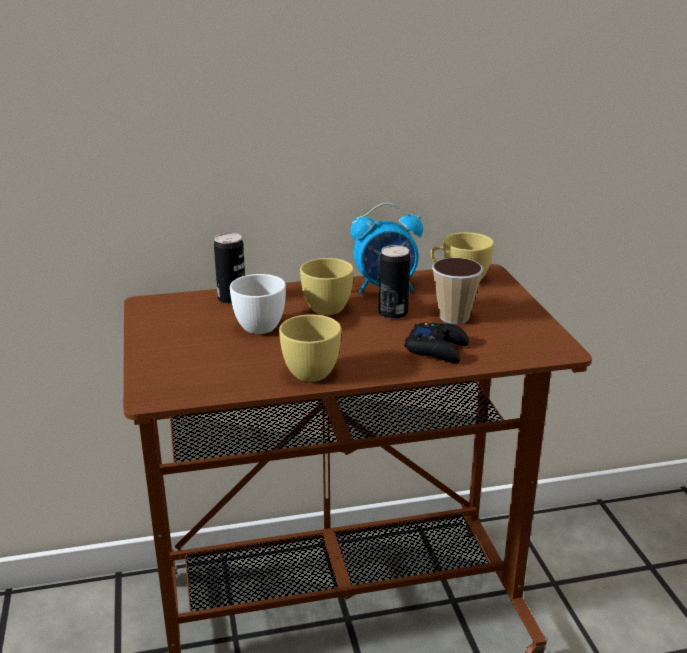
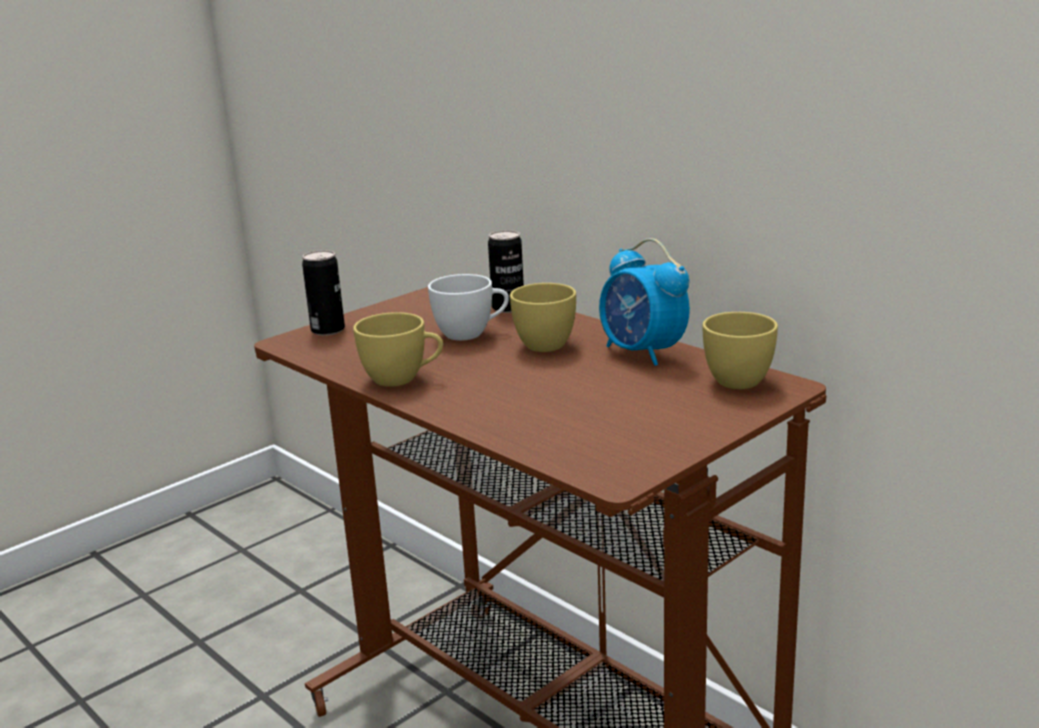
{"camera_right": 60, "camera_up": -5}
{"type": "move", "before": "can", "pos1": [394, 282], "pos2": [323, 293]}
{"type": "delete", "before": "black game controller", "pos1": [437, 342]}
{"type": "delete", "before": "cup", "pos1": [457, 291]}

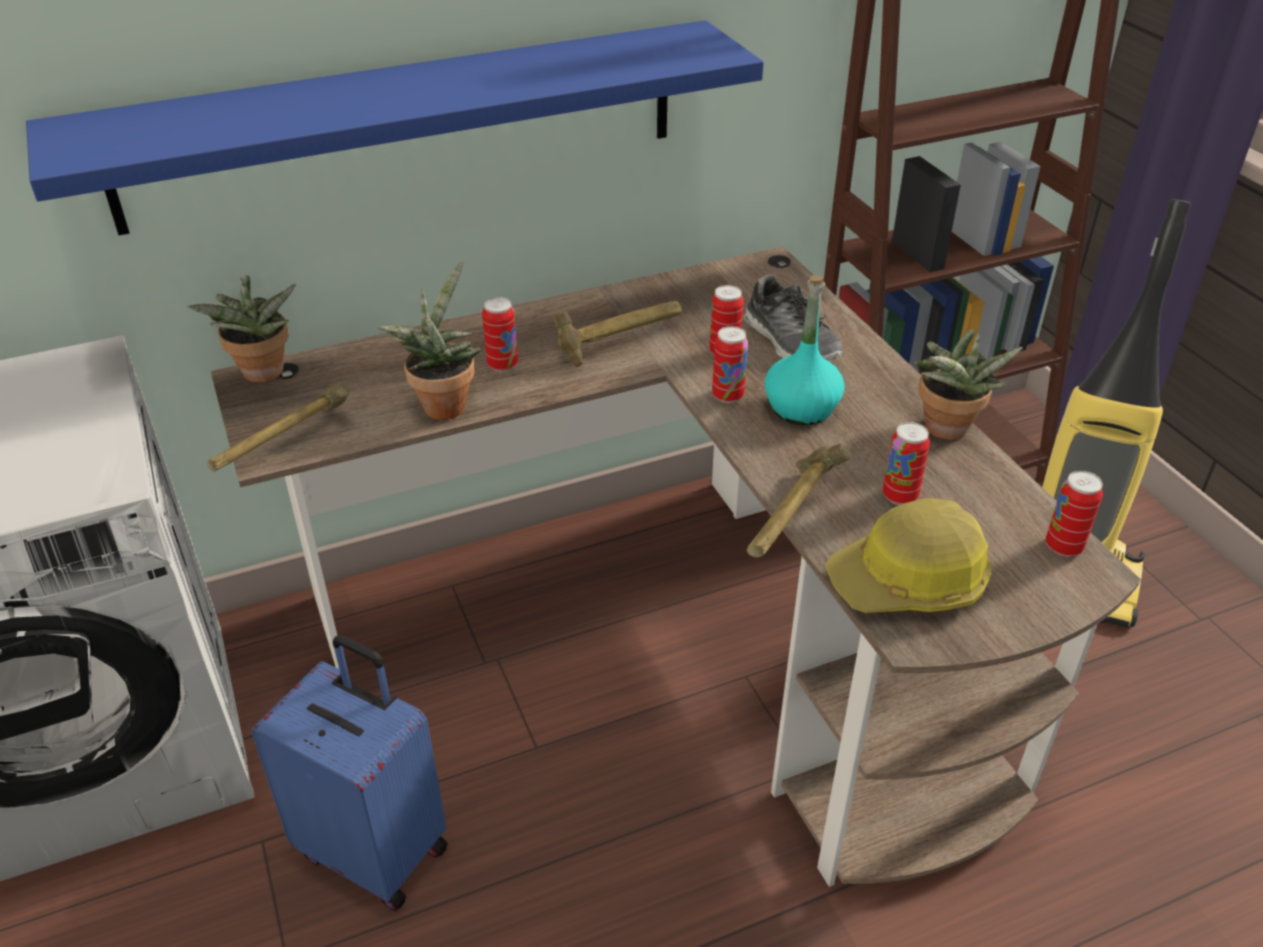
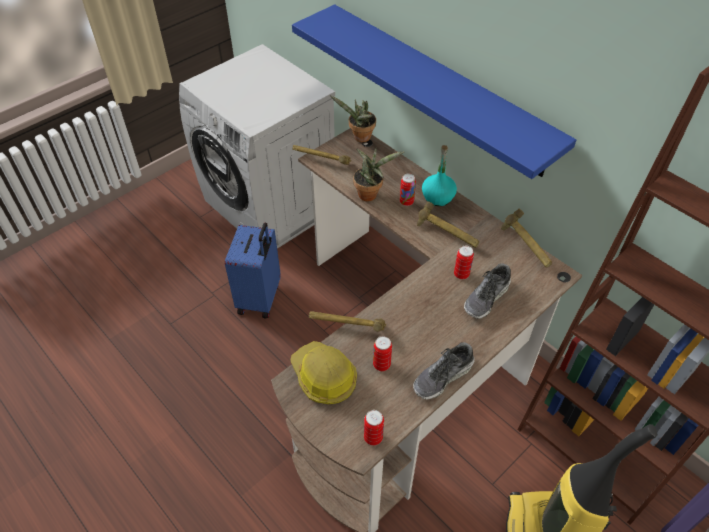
{"camera_right": 70, "camera_up": 10}
{"type": "delete", "before": "can", "pos1": [730, 364]}
{"type": "move", "before": "turquoise bottle", "pos1": [804, 350], "pos2": [439, 175]}
{"type": "replace", "before": "potted plant", "after": "shoe", "pos1": [969, 384], "pos2": [444, 370]}
{"type": "insert", "after": "hammer", "pos2": [526, 238]}

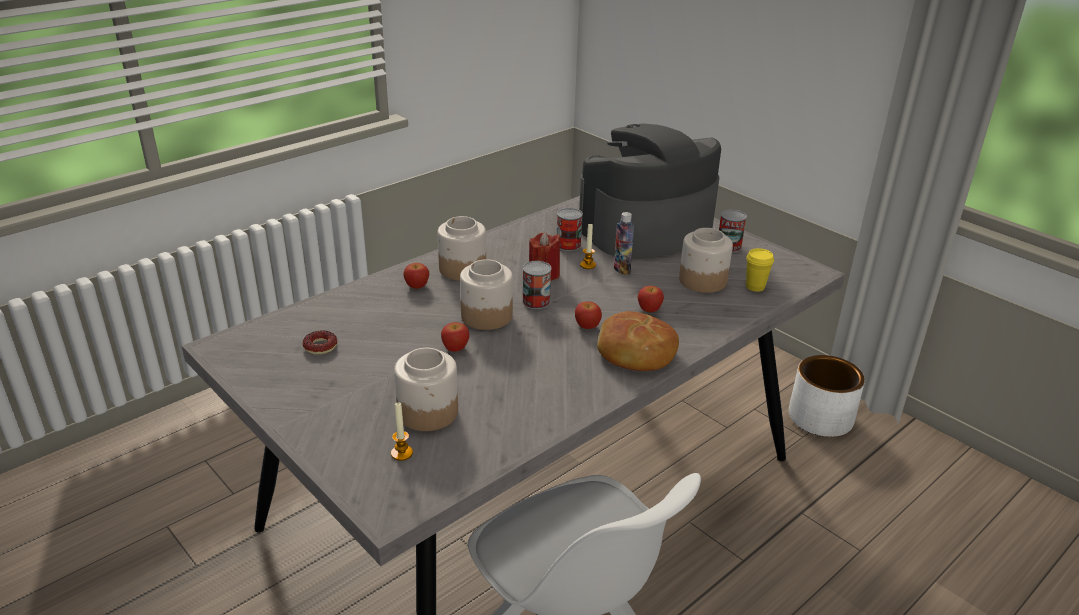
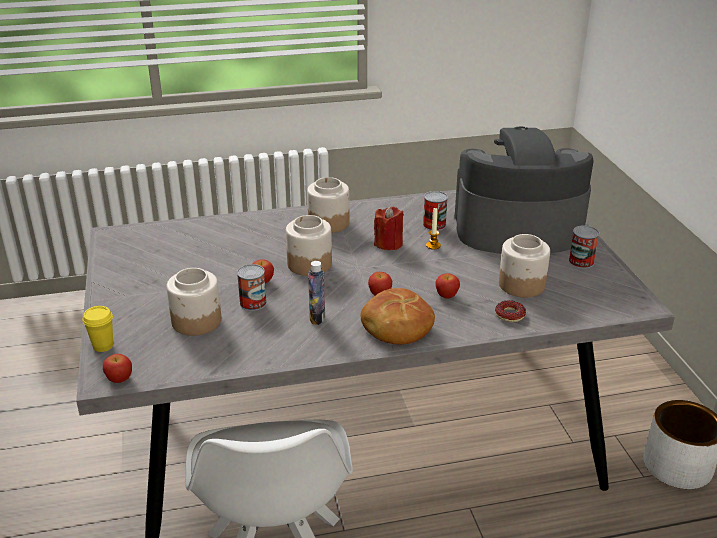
{"camera_right": 30, "camera_up": 0}
{"type": "move", "before": "donut", "pos1": [320, 342], "pos2": [510, 311]}
{"type": "delete", "before": "candle", "pos1": [402, 432]}
{"type": "move", "before": "apple", "pos1": [416, 276], "pos2": [117, 368]}
{"type": "move", "before": "can", "pos1": [536, 285], "pos2": [252, 287]}
{"type": "move", "before": "bottle", "pos1": [624, 243], "pos2": [316, 293]}
{"type": "move", "before": "yellow cup", "pos1": [760, 270], "pos2": [98, 329]}

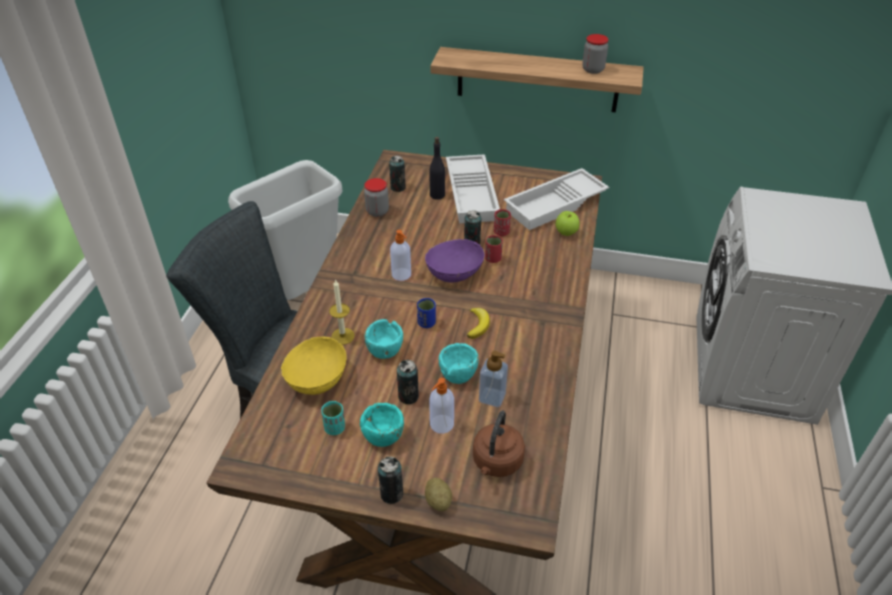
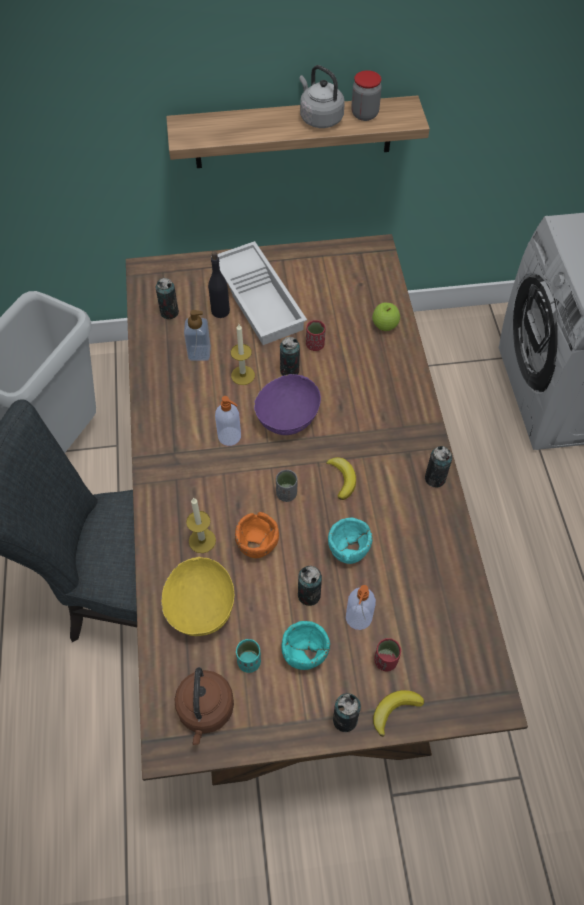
{"camera_right": -20, "camera_up": 15}
{"type": "delete", "before": "jar", "pos1": [376, 197]}
{"type": "recolor", "before": "turquoise bowl", "after": "orange bowl", "pos1": [384, 339], "pos2": [257, 535]}
{"type": "recolor", "before": "blue cup", "after": "grey cup", "pos1": [426, 313], "pos2": [286, 486]}
{"type": "replace", "before": "potato", "after": "banana", "pos1": [438, 494], "pos2": [398, 713]}
{"type": "move", "before": "brown kettle", "pos1": [499, 443], "pos2": [204, 706]}
{"type": "move", "before": "soap dispenser", "pos1": [493, 379], "pos2": [197, 335]}
{"type": "move", "before": "red cup", "pos1": [494, 249], "pos2": [387, 654]}
{"type": "delete", "before": "white tray", "pos1": [556, 199]}
{"type": "insert", "after": "candle", "pos2": [243, 354]}
{"type": "insert", "after": "grey kettle", "pos2": [322, 96]}
{"type": "insert", "after": "can", "pos2": [439, 466]}

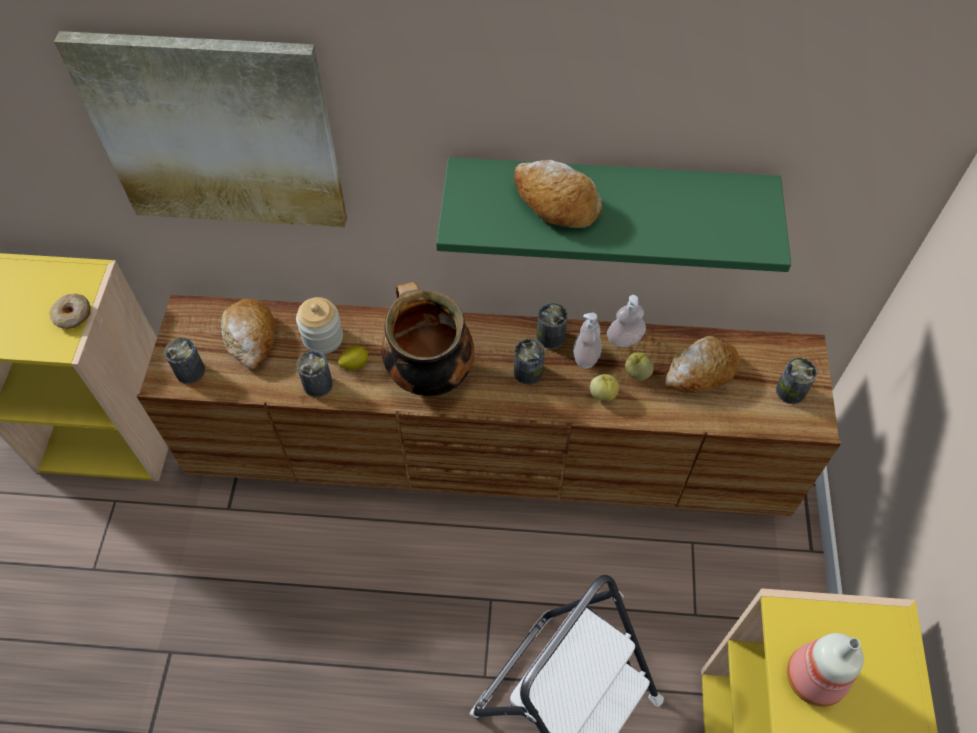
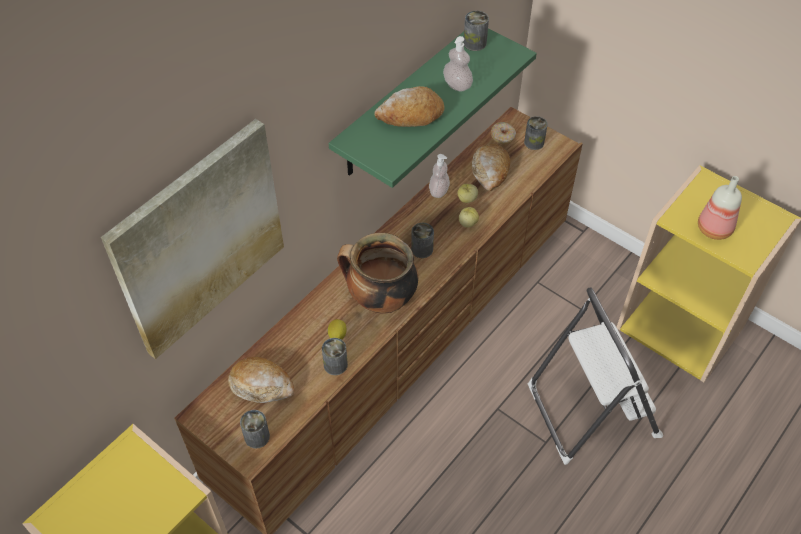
{"camera_right": -55, "camera_up": -5}
{"type": "move", "before": "donut", "pos1": [70, 311], "pos2": [503, 133]}
{"type": "delete", "before": "jar", "pos1": [319, 325]}
{"type": "move", "before": "can", "pos1": [552, 326], "pos2": [476, 31]}
{"type": "move", "before": "soap dispenser", "pos1": [587, 340], "pos2": [458, 64]}

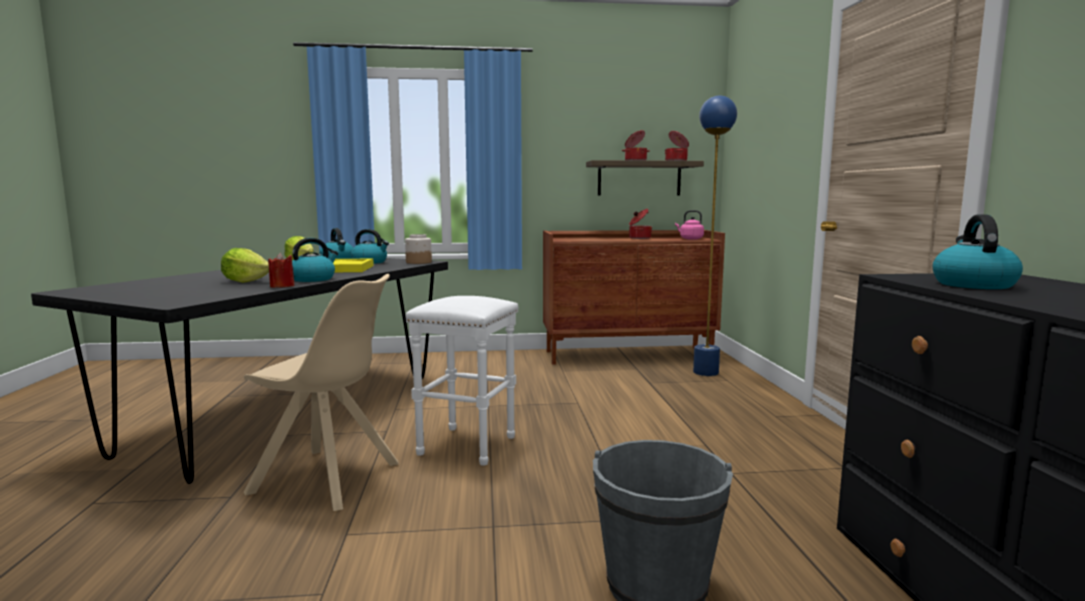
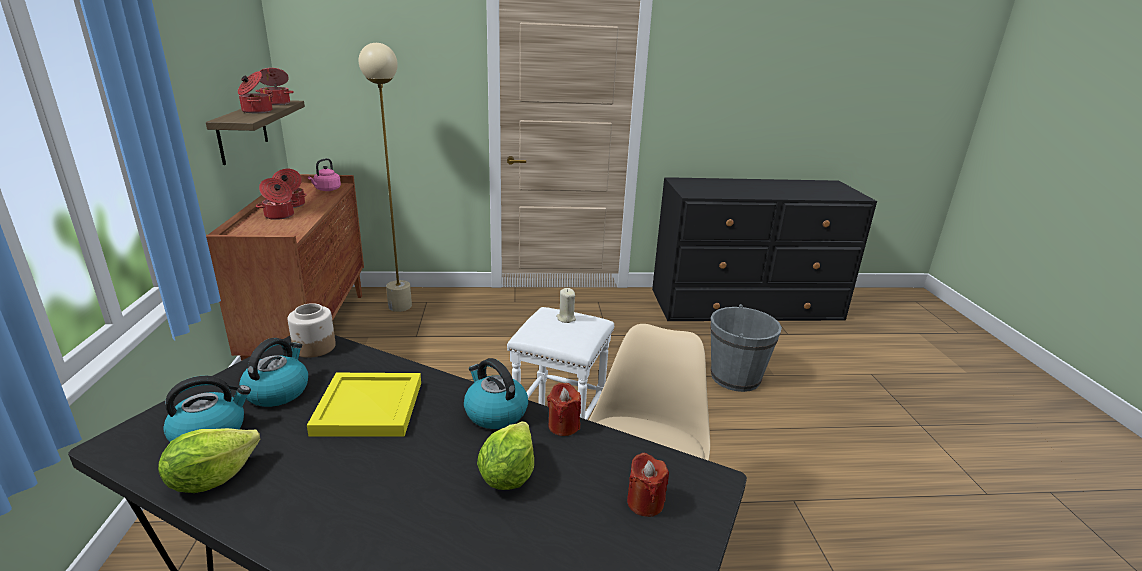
{"camera_right": -90, "camera_up": 15}
{"type": "recolor", "before": "blue floor lamp", "after": "beige floor lamp", "pos1": [715, 235], "pos2": [385, 177]}
{"type": "delete", "before": "kettle", "pos1": [978, 251]}
{"type": "insert", "after": "cooking pot", "pos2": [277, 199]}
{"type": "insert", "after": "beige candle", "pos2": [566, 305]}
{"type": "insert", "after": "red candle", "pos2": [648, 484]}

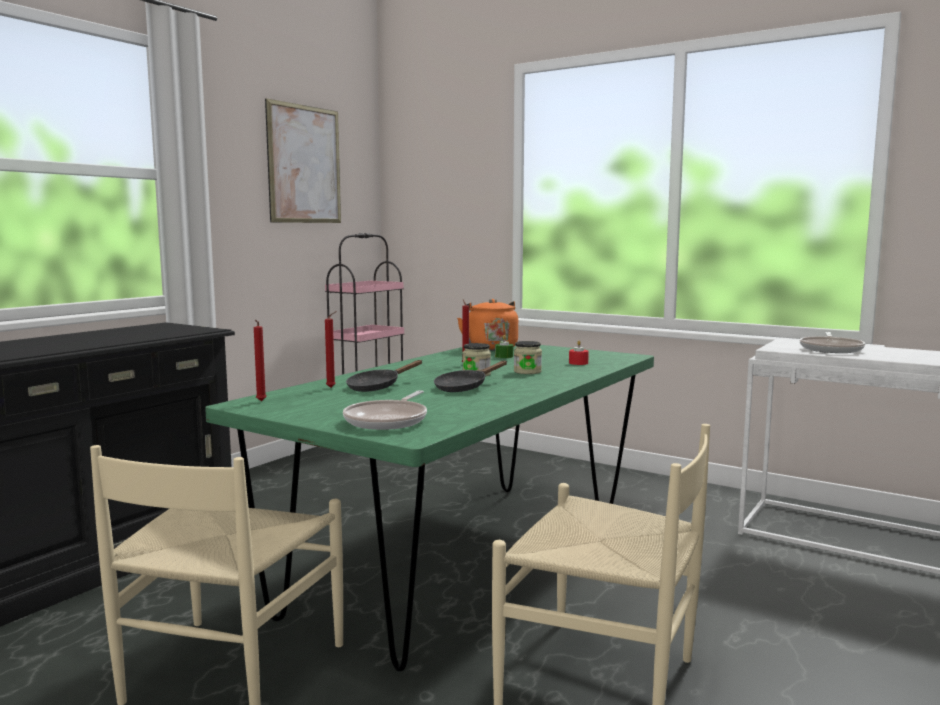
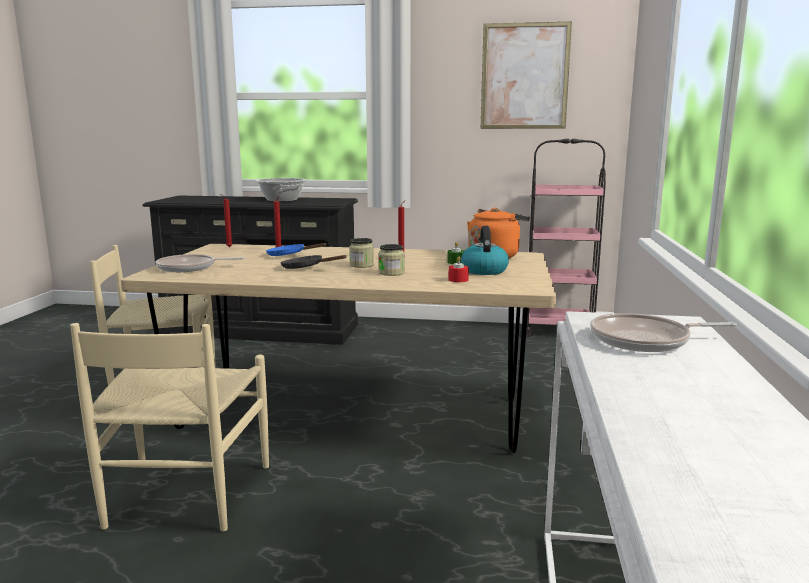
{"camera_right": 65, "camera_up": 5}
{"type": "recolor", "before": "green dining table", "after": "beige dining table", "pos1": [429, 508], "pos2": [338, 348]}
{"type": "recolor", "before": "black frying pan", "after": "blue frying pan", "pos1": [384, 376], "pos2": [296, 249]}
{"type": "insert", "after": "cooking pot", "pos2": [281, 190]}
{"type": "insert", "after": "kettle", "pos2": [485, 250]}

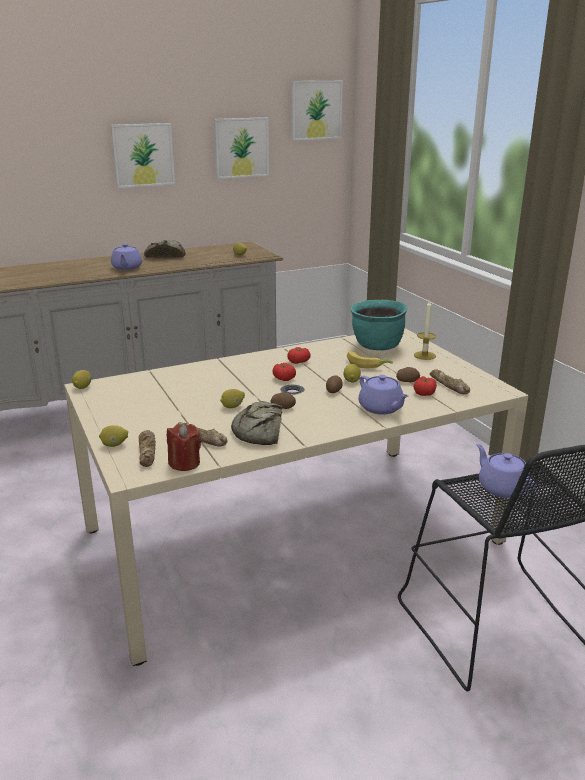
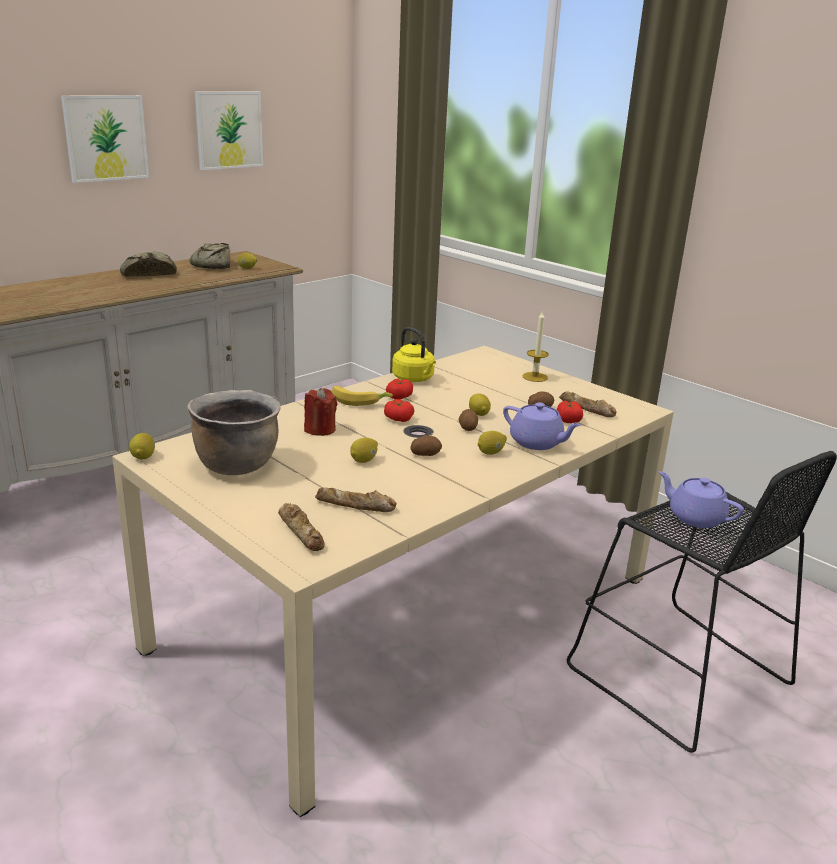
{"camera_right": -20, "camera_up": 0}
{"type": "move", "before": "lemon", "pos1": [113, 436], "pos2": [492, 443]}
{"type": "delete", "before": "purple teapot", "pos1": [126, 257]}
{"type": "move", "before": "red candle", "pos1": [184, 447], "pos2": [320, 412]}
{"type": "move", "before": "bread", "pos1": [257, 423], "pos2": [210, 256]}
{"type": "delete", "before": "picture", "pos1": [317, 110]}
{"type": "move", "before": "banana", "pos1": [370, 359], "pos2": [362, 396]}
{"type": "delete", "before": "turquoise cooking pot", "pos1": [379, 325]}
{"type": "insert", "after": "brown cooking pot", "pos2": [234, 432]}
{"type": "insert", "after": "yellow kettle", "pos2": [414, 354]}

